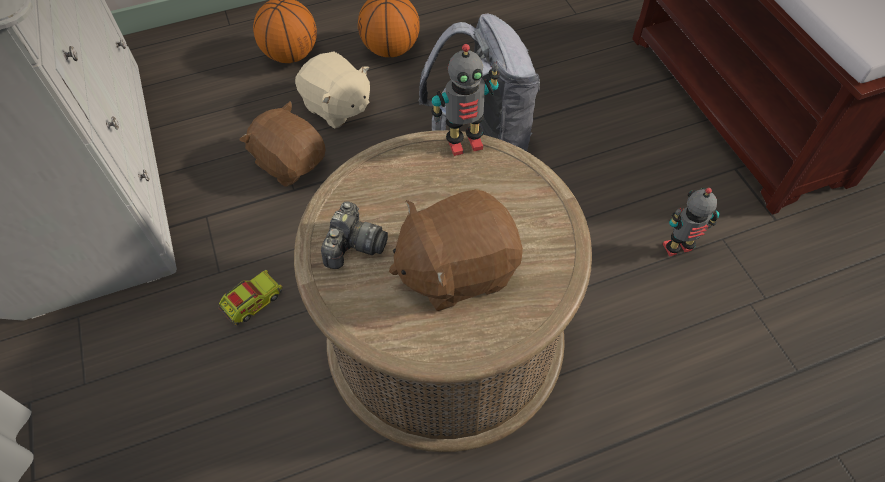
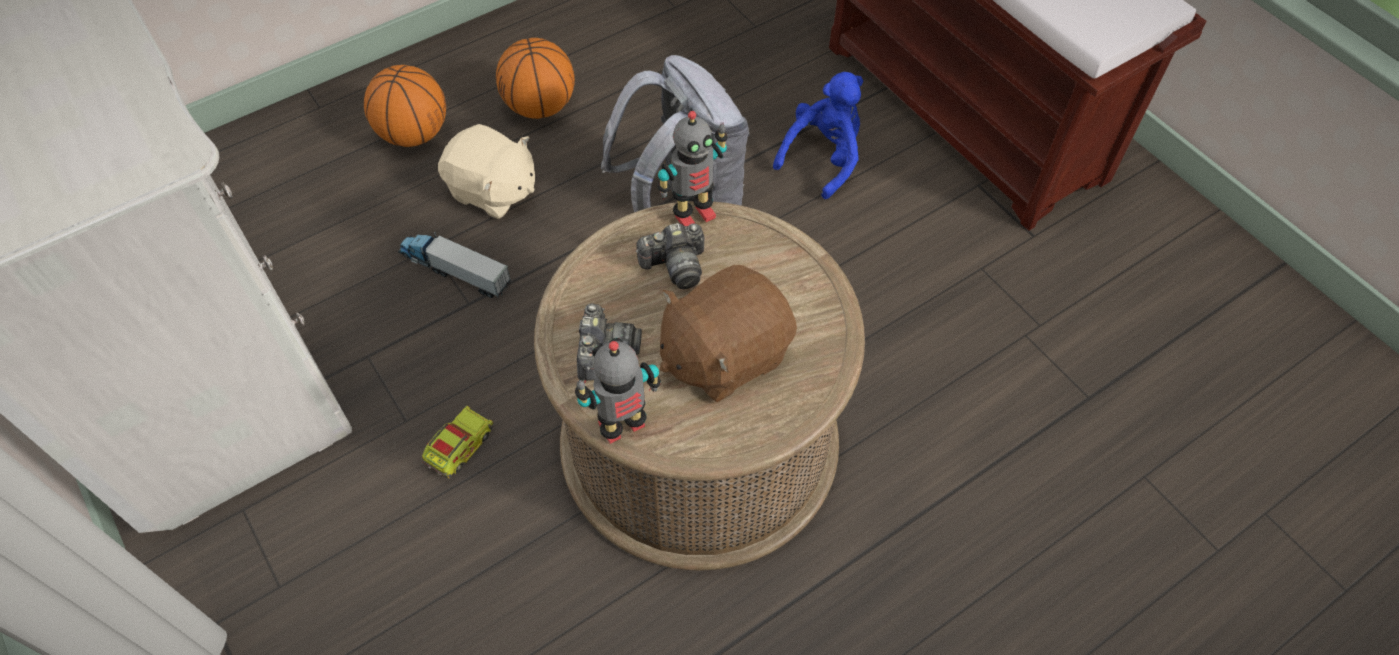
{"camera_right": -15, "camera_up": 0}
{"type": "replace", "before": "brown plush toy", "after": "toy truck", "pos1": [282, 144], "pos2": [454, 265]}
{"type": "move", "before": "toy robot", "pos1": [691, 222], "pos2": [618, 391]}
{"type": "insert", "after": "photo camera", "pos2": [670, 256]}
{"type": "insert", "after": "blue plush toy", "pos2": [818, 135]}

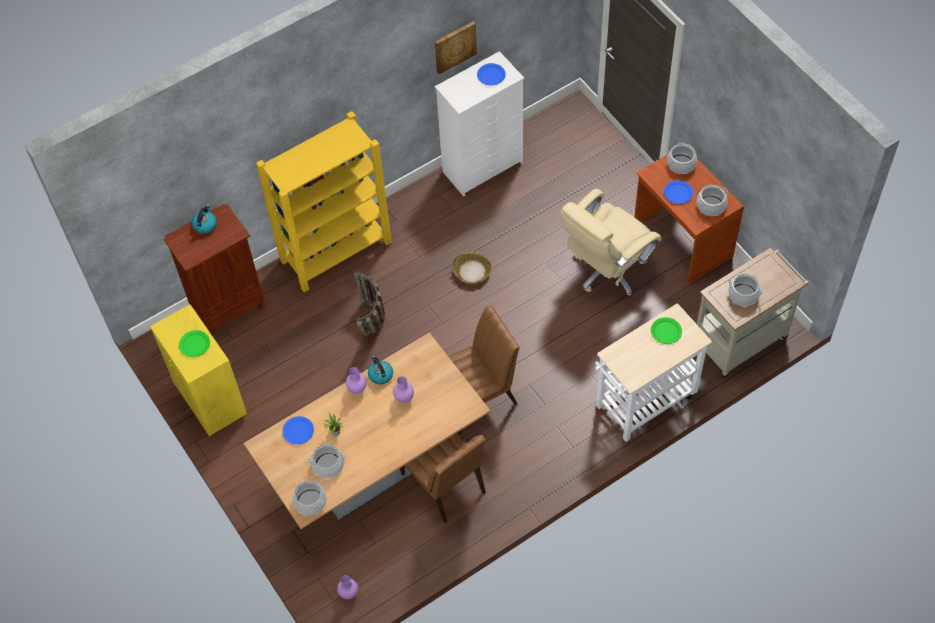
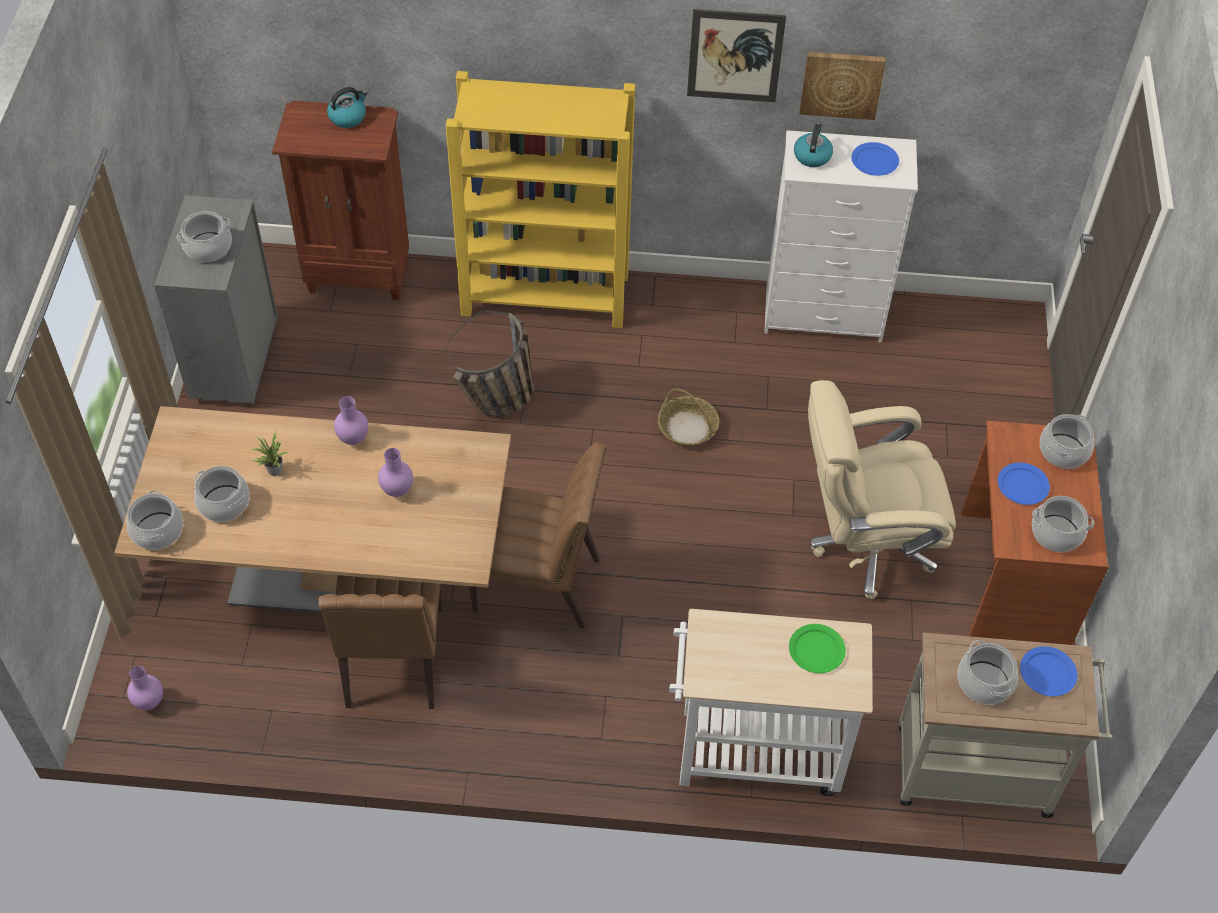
{"camera_right": 35, "camera_up": -5}
{"type": "recolor", "before": "yellow cabinet", "after": "grey cabinet", "pos1": [198, 370], "pos2": [216, 299]}
{"type": "replace", "before": "green plate", "after": "cooking pot", "pos1": [194, 343], "pos2": [204, 236]}
{"type": "move", "before": "blue plate", "pos1": [298, 430], "pos2": [1048, 671]}
{"type": "move", "before": "kettle", "pos1": [380, 369], "pos2": [813, 145]}
{"type": "insert", "after": "picture", "pos2": [736, 55]}

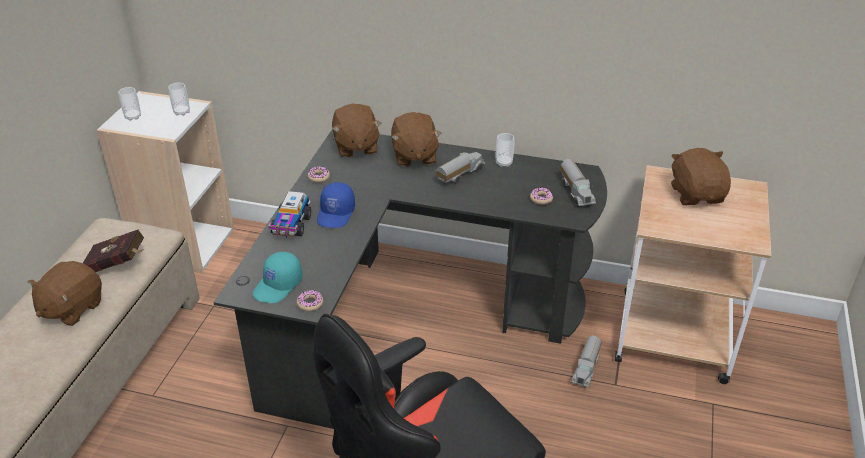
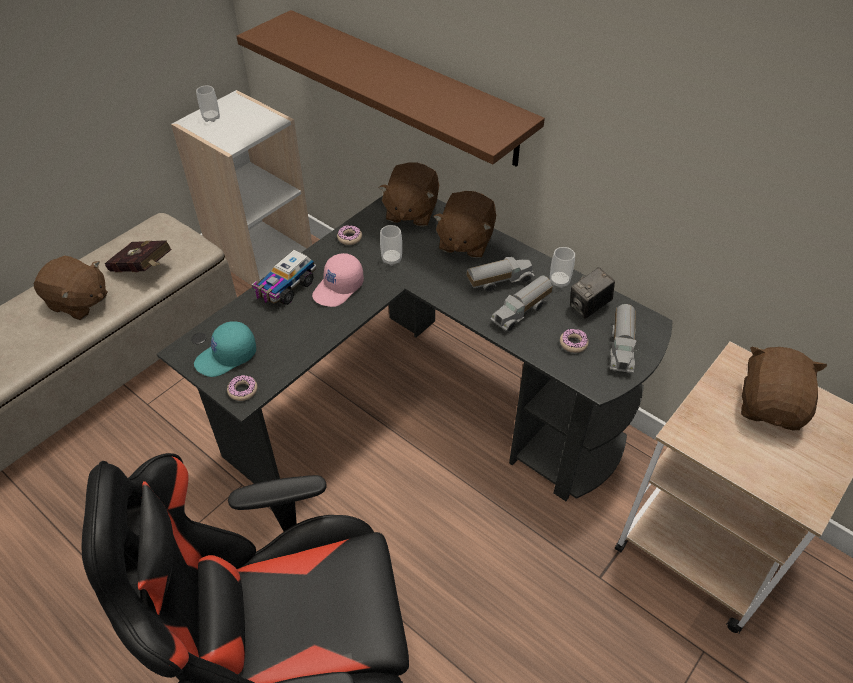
{"camera_right": 25, "camera_up": 10}
{"type": "rotate", "before": "brown plush toy", "pos1": [65, 293], "pos2": [71, 287], "turn": -120}
{"type": "move", "before": "cup", "pos1": [179, 99], "pos2": [391, 245]}
{"type": "recolor", "before": "blue cap", "after": "pink cap", "pos1": [336, 205], "pos2": [338, 280]}
{"type": "move", "before": "toy truck", "pos1": [586, 362], "pos2": [521, 303]}
{"type": "insert", "after": "brown shelf", "pos2": [391, 88]}
{"type": "insert", "after": "photo camera", "pos2": [592, 293]}

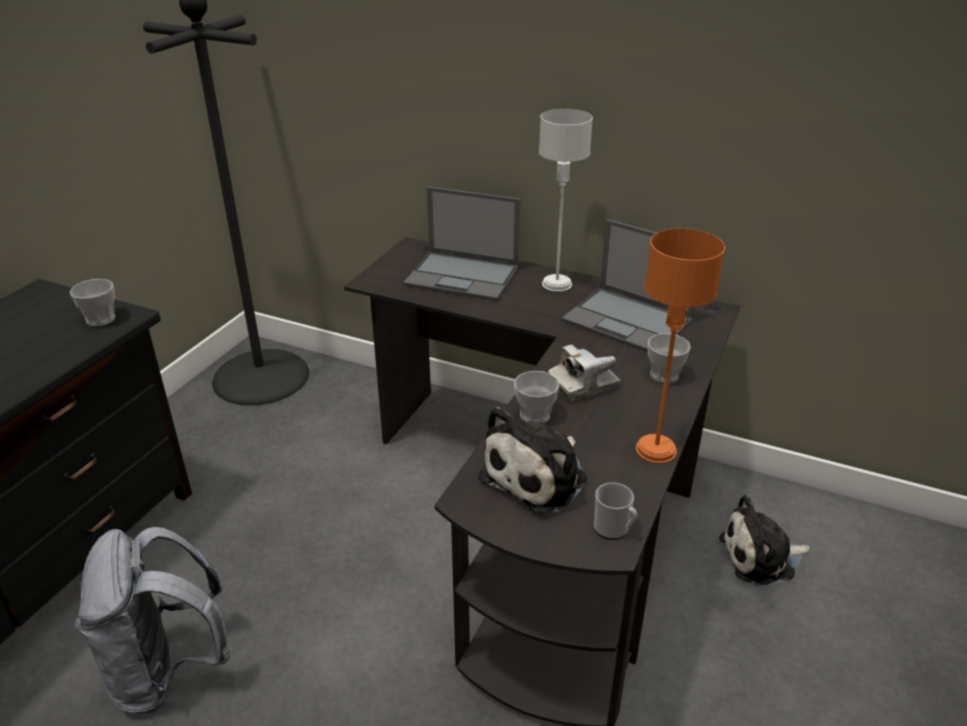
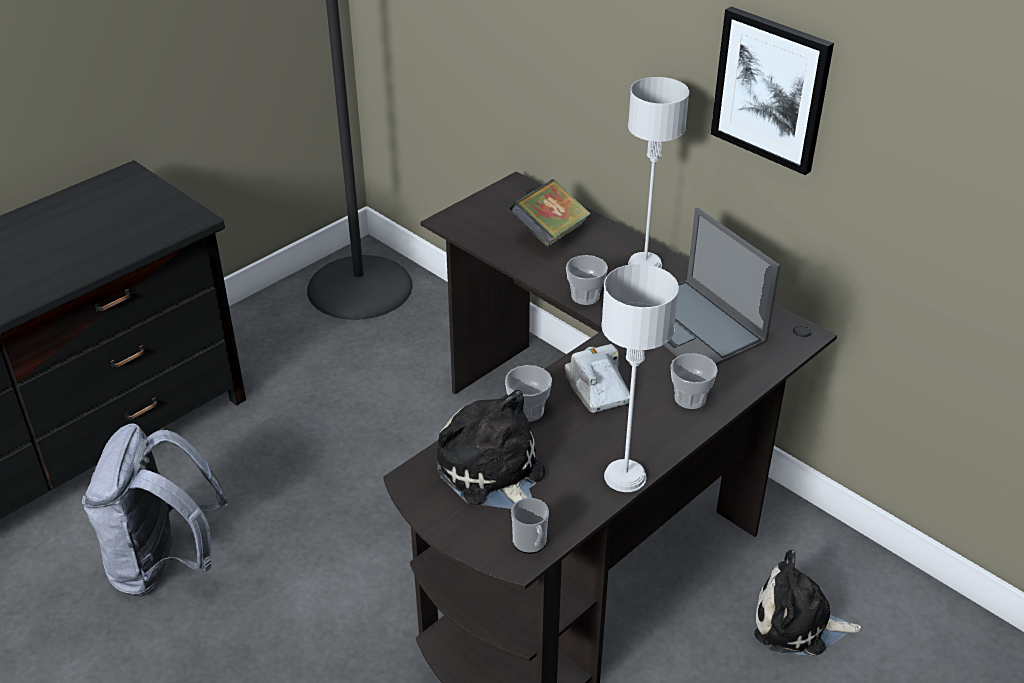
{"camera_right": 20, "camera_up": 5}
{"type": "move", "before": "cup", "pos1": [92, 302], "pos2": [587, 280]}
{"type": "replace", "before": "laptop", "after": "book", "pos1": [461, 244], "pos2": [549, 213]}
{"type": "rotate", "before": "plush toy", "pos1": [533, 460], "pos2": [491, 449], "turn": 90}
{"type": "rotate", "before": "photo camera", "pos1": [584, 373], "pos2": [597, 378], "turn": 75}
{"type": "recolor", "before": "orange table lamp", "after": "grey table lamp", "pos1": [680, 345], "pos2": [640, 378]}
{"type": "insert", "after": "picture", "pos2": [772, 90]}

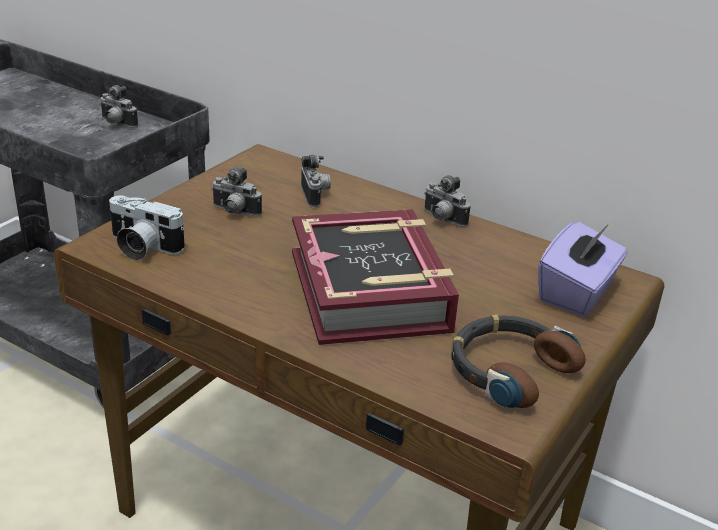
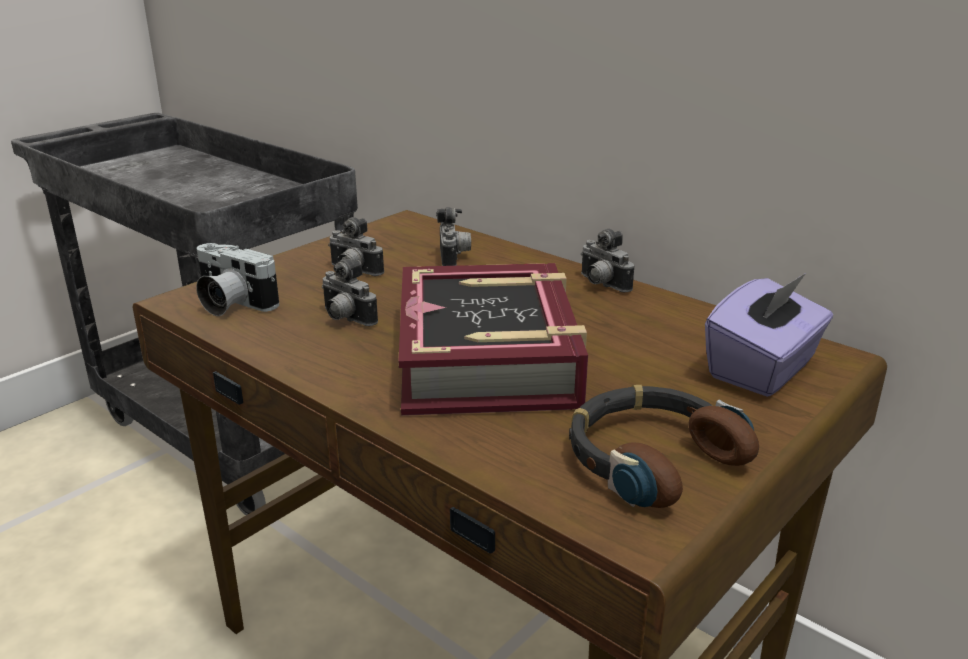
{"camera_right": 10, "camera_up": -5}
{"type": "move", "before": "photo camera", "pos1": [119, 106], "pos2": [350, 292]}

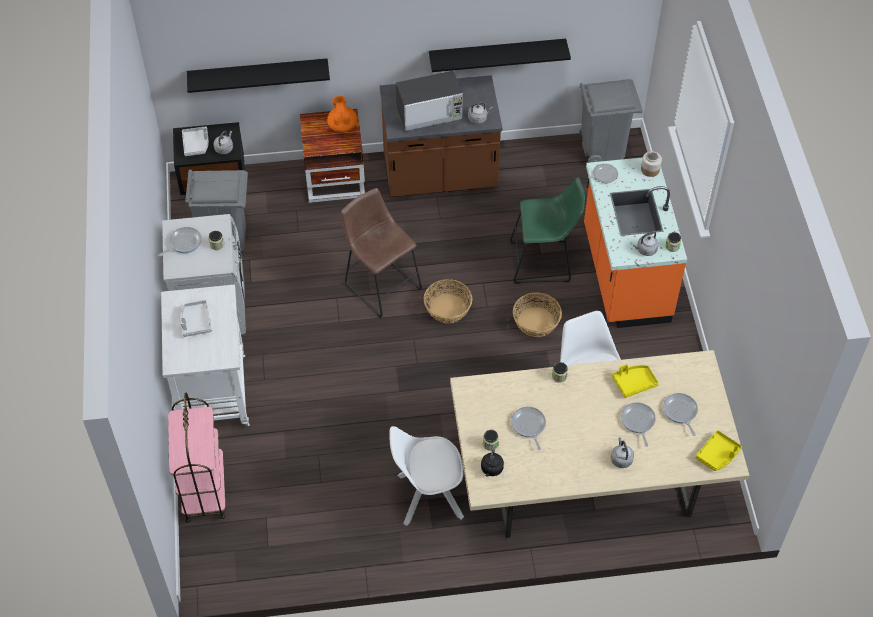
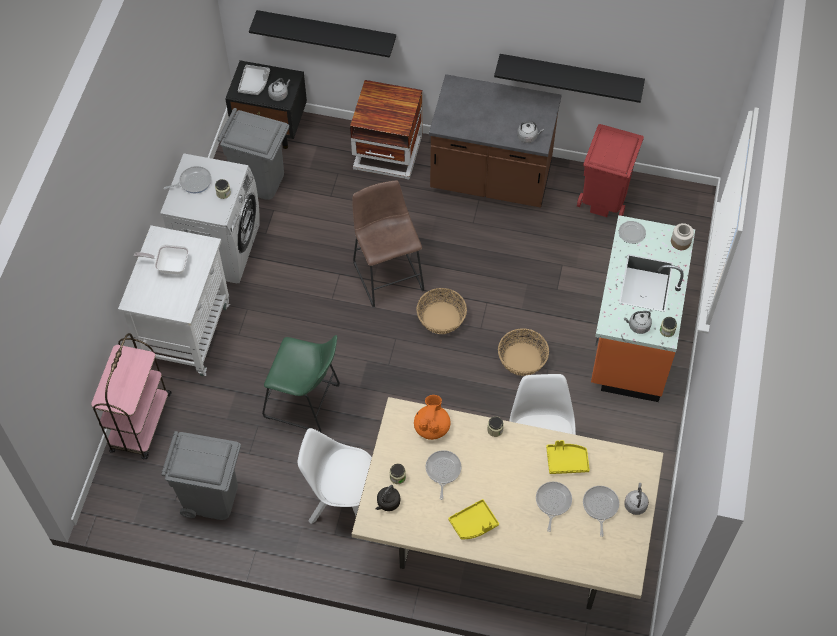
{"camera_right": 20, "camera_up": 5}
{"type": "replace", "before": "grey tray", "after": "frying pan", "pos1": [196, 318], "pos2": [161, 259]}
{"type": "move", "before": "orange teapot", "pos1": [342, 114], "pos2": [432, 417]}
{"type": "delete", "before": "microwave", "pos1": [429, 101]}
{"type": "move", "before": "green stool", "pos1": [547, 230], "pos2": [301, 383]}
{"type": "move", "before": "grey trash can", "pos1": [611, 121], "pos2": [201, 475]}
{"type": "move", "before": "grey kettle", "pos1": [622, 452], "pos2": [636, 499]}
{"type": "move", "before": "yellow tray", "pos1": [718, 450], "pos2": [473, 519]}
{"type": "insert", "after": "red trash can", "pos2": [610, 170]}

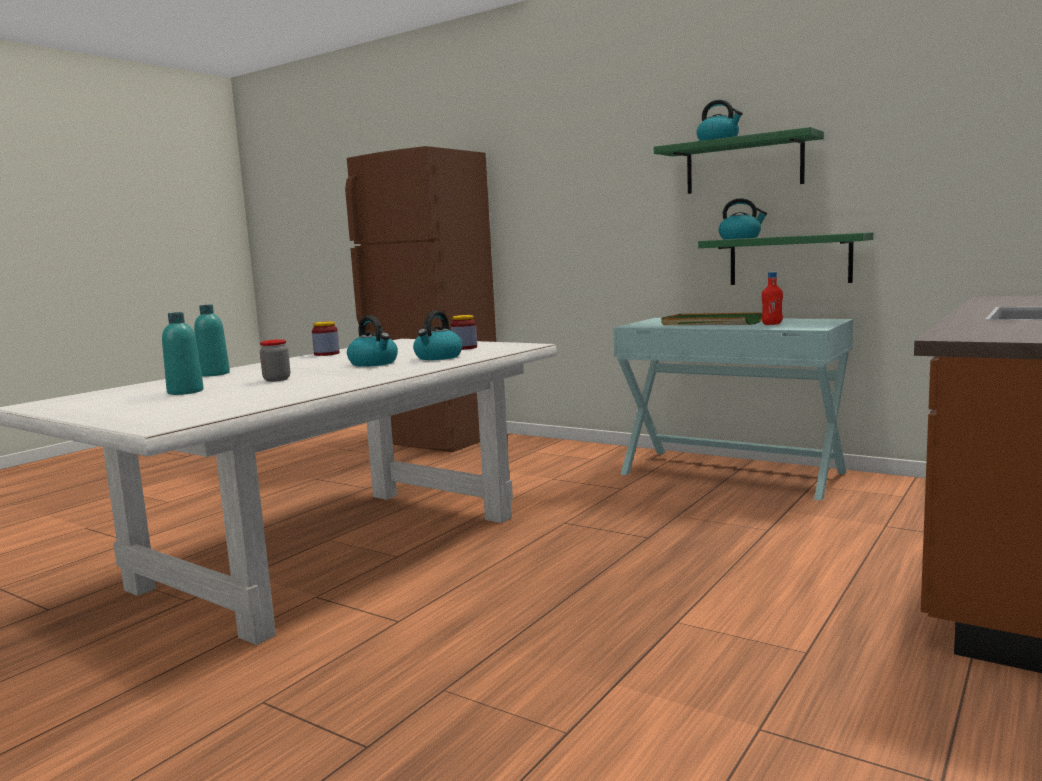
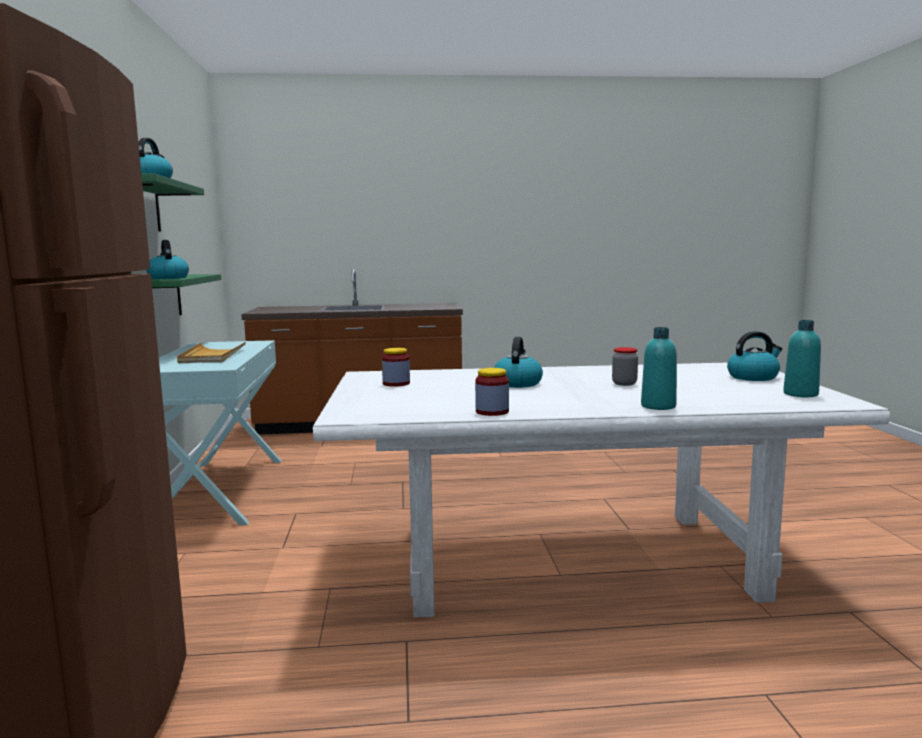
{"camera_right": -130, "camera_up": 0}
{"type": "move", "before": "turquoise bottle", "pos1": [183, 353], "pos2": [802, 358]}
{"type": "move", "before": "kettle", "pos1": [438, 335], "pos2": [754, 356]}
{"type": "recolor", "before": "green tray", "after": "beige tray", "pos1": [711, 318], "pos2": [211, 352]}
{"type": "delete", "before": "red bottle", "pos1": [772, 298]}

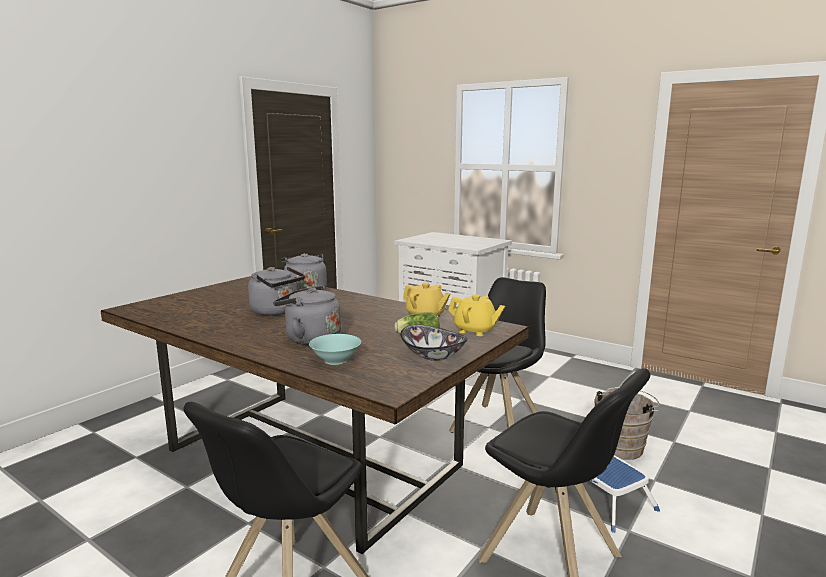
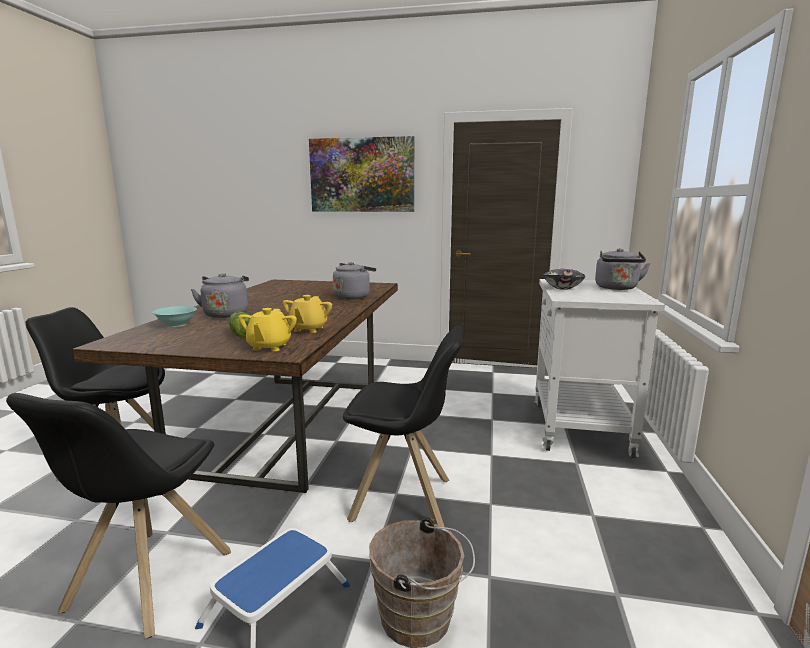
{"camera_right": 65, "camera_up": 0}
{"type": "move", "before": "grey kettle", "pos1": [276, 291], "pos2": [622, 269]}
{"type": "move", "before": "bowl", "pos1": [434, 343], "pos2": [564, 279]}
{"type": "insert", "after": "picture", "pos2": [361, 174]}

